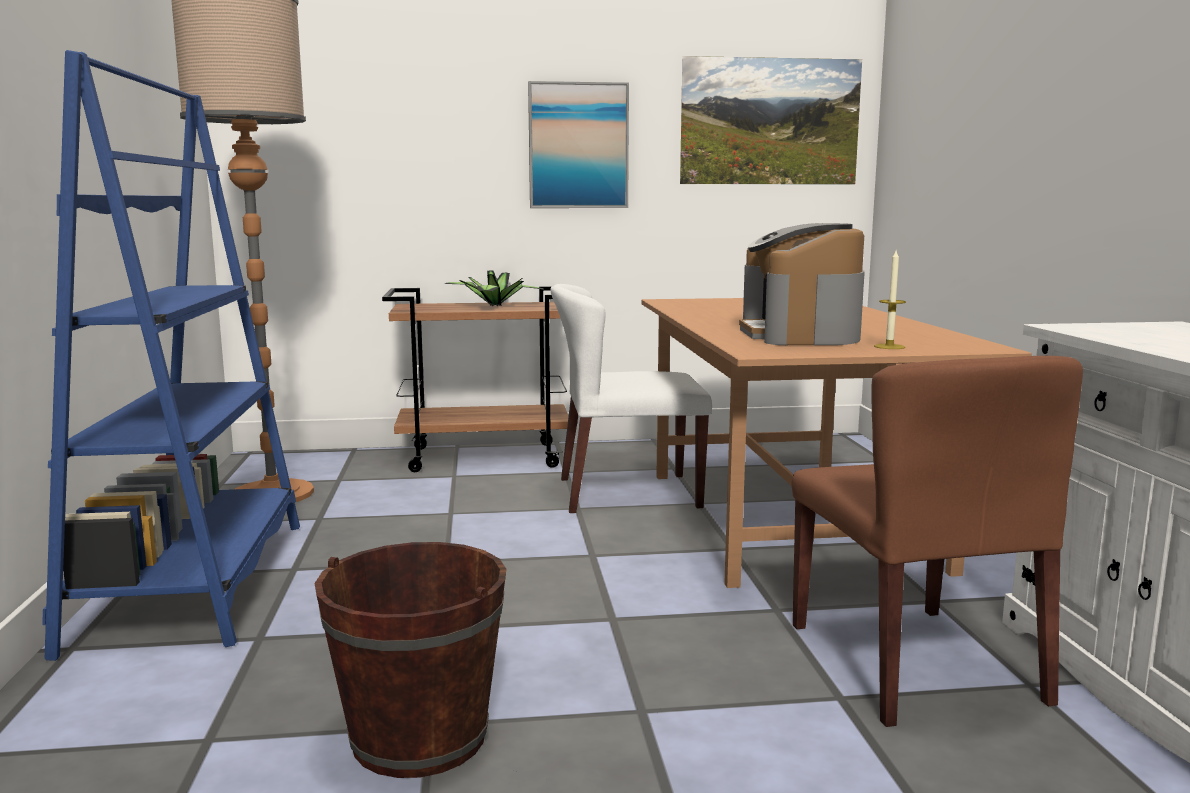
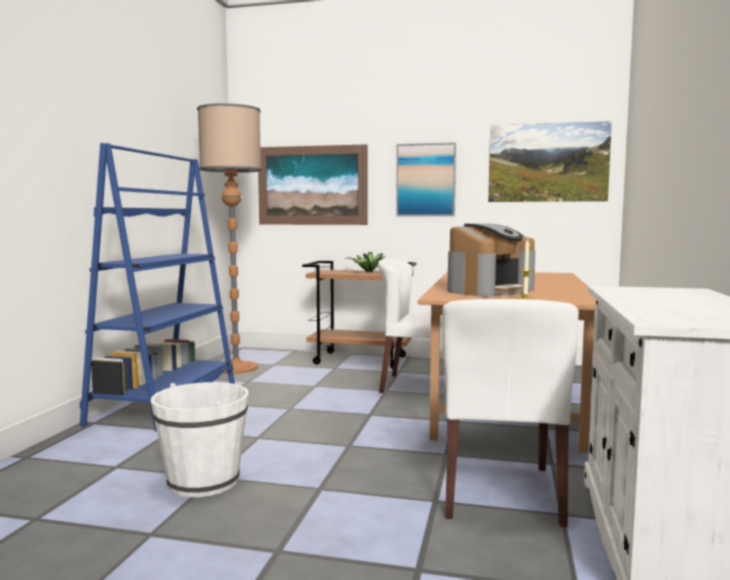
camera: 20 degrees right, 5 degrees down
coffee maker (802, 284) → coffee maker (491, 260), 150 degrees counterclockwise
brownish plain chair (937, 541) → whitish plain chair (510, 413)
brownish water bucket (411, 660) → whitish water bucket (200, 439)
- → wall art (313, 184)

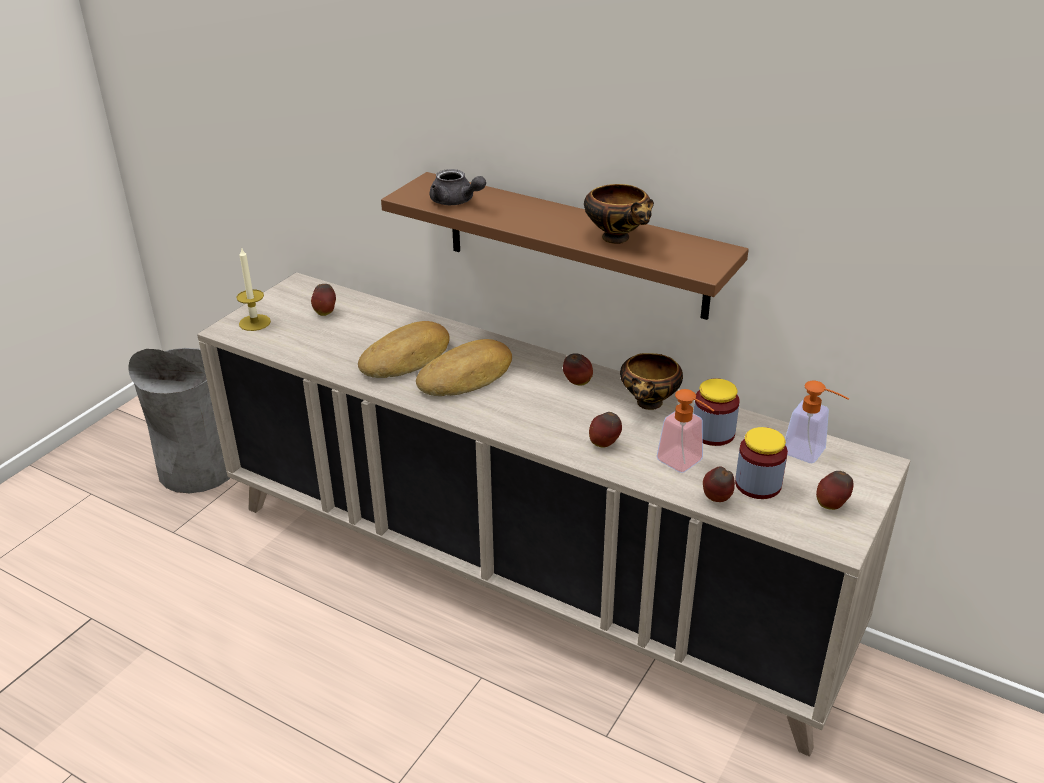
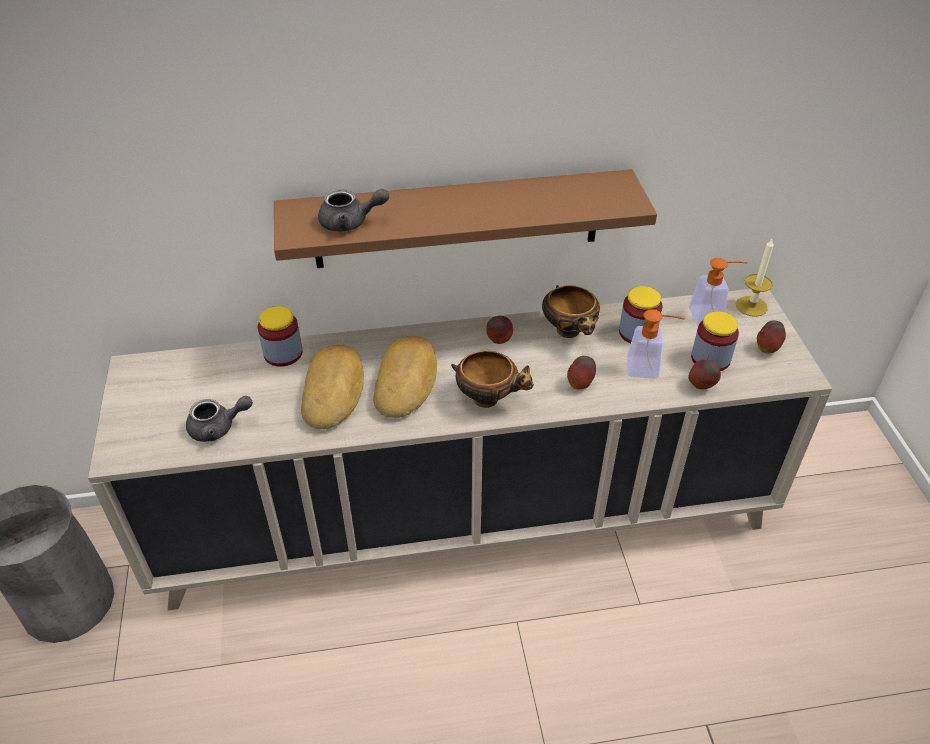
camera: 40 degrees left, 10 degrees up
bowl (619, 214) → bowl (492, 379), relocated
wax candle (254, 289) → wax candle (755, 278), relocated
whole apple (323, 300) → -
- → jar (280, 336)
- → grey pot for tea (219, 419)

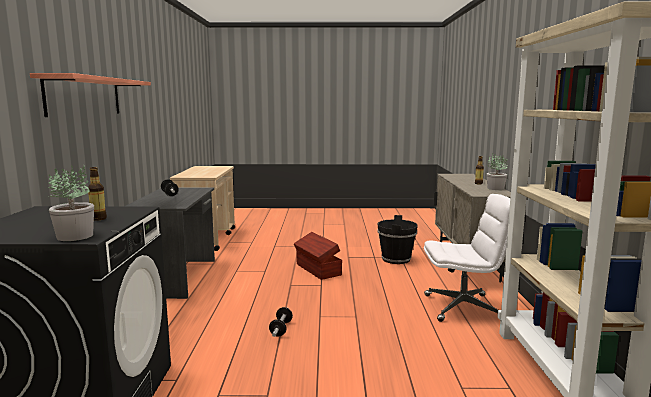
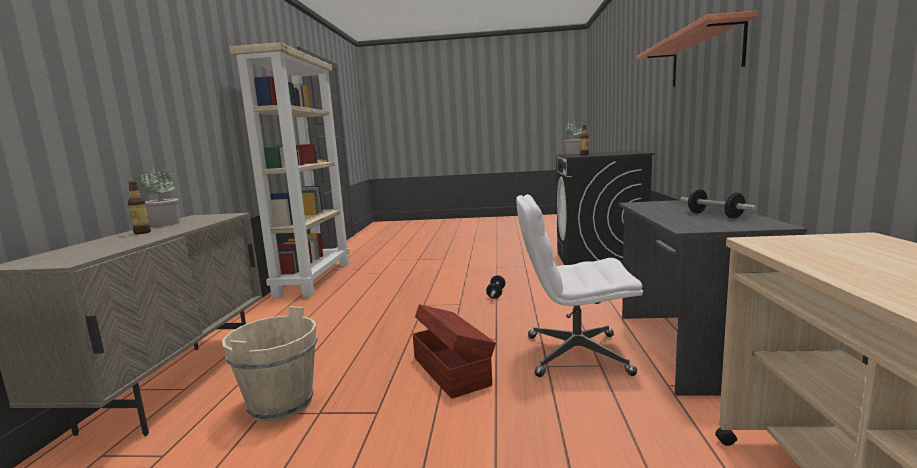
camera: 175 degrees left, 0 degrees up
whitish desk chair (467, 258) → whitish desk chair (579, 285), relocated
blackish water bucket (397, 239) → beige water bucket (269, 364)

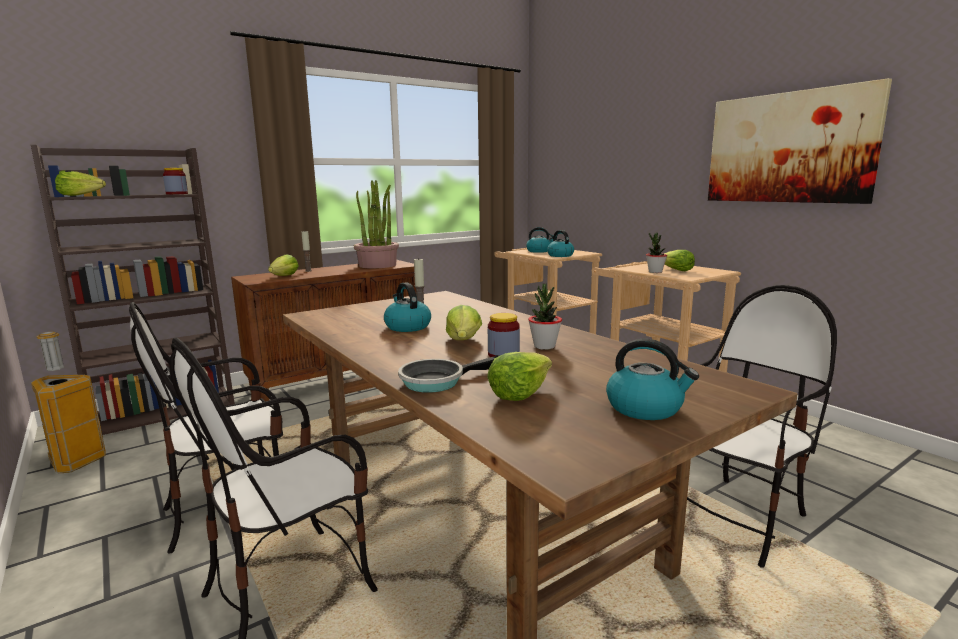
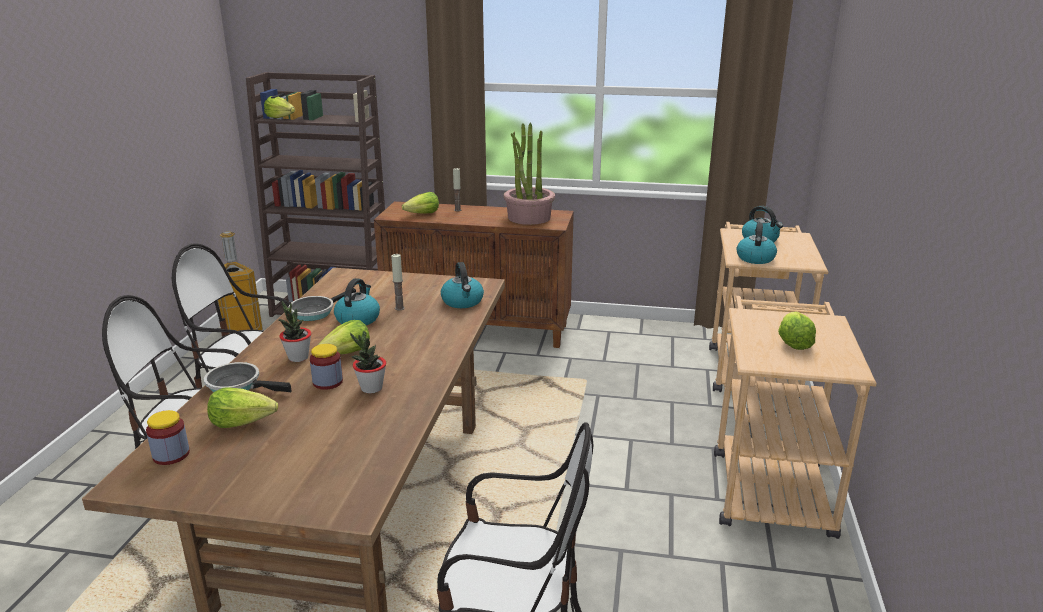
camera: 45 degrees right, 10 degrees up
wall art (800, 141) → -
jar (175, 181) → jar (168, 437), relocated
potted plant (656, 253) → potted plant (295, 331), relocated
water kettle (652, 379) → water kettle (462, 285), relocated
- → pan (322, 304)

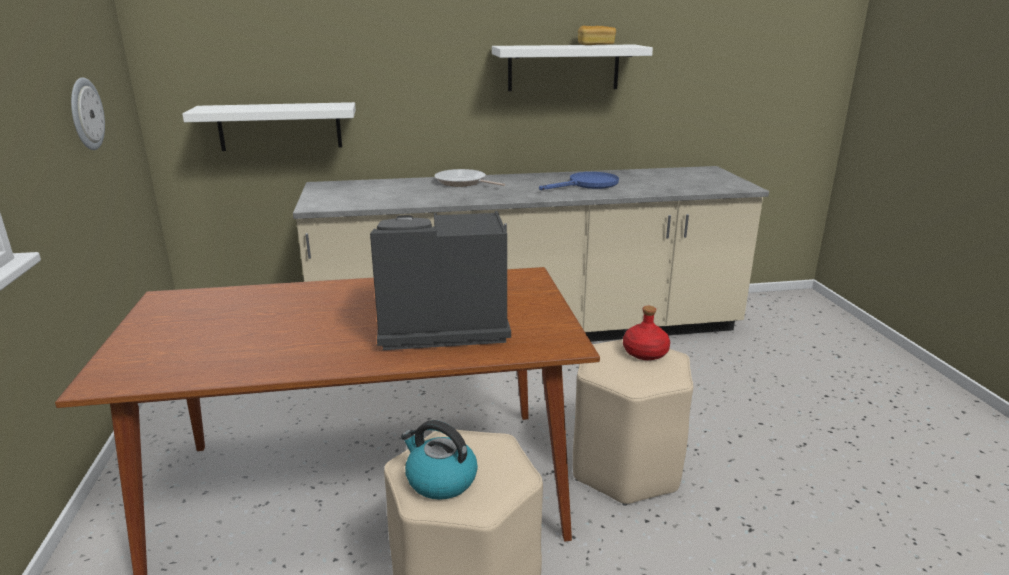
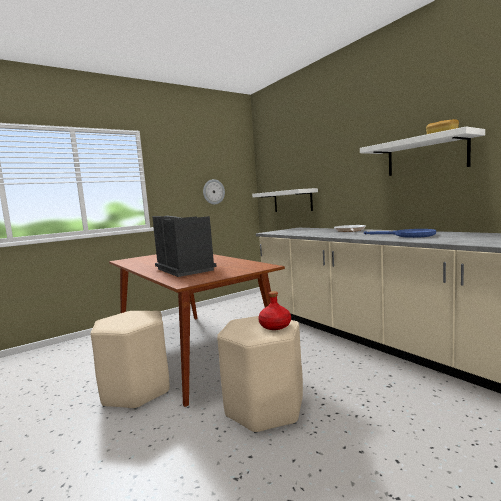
camera: 65 degrees right, 15 degrees down
water kettle (439, 460) → -

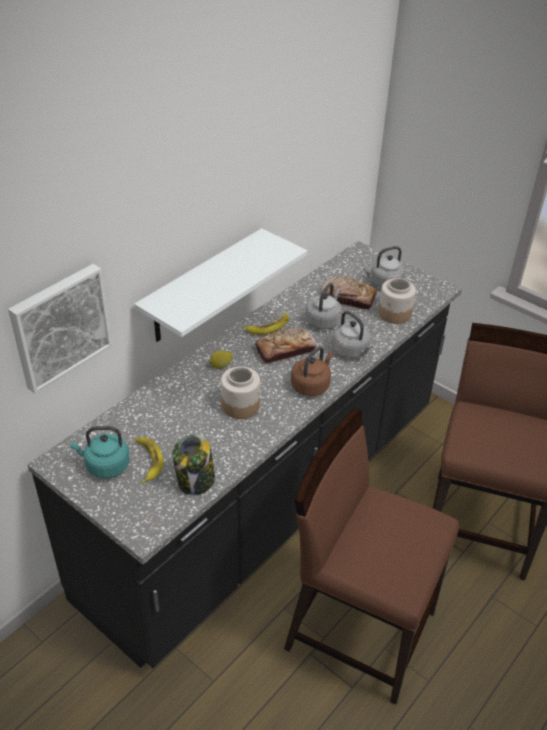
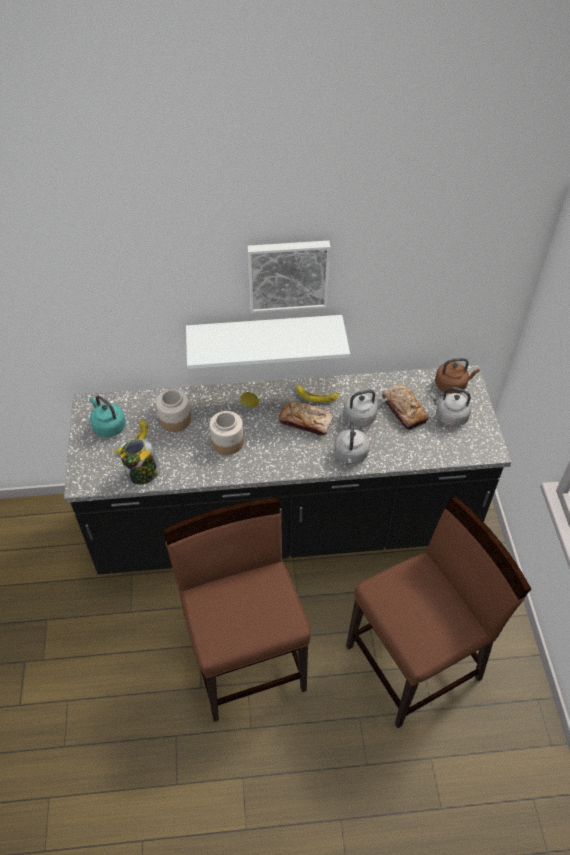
camera: 45 degrees right, 10 degrees up
wall art (60, 329) → wall art (289, 276), relocated
jar (397, 301) → jar (173, 410), relocated
brownish water kettle (312, 371) → brownish water kettle (457, 376), relocated

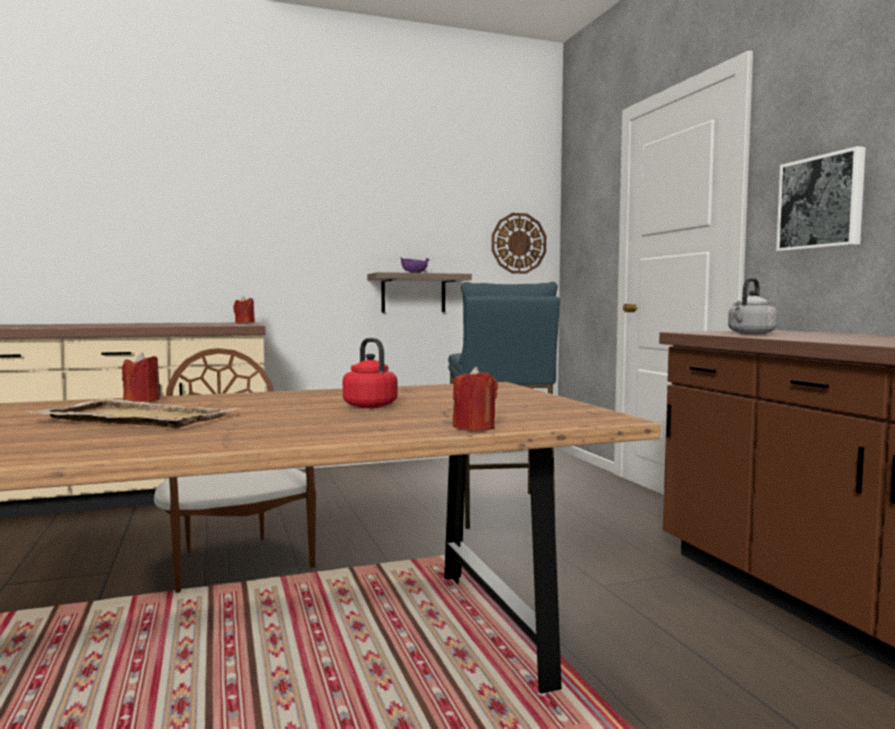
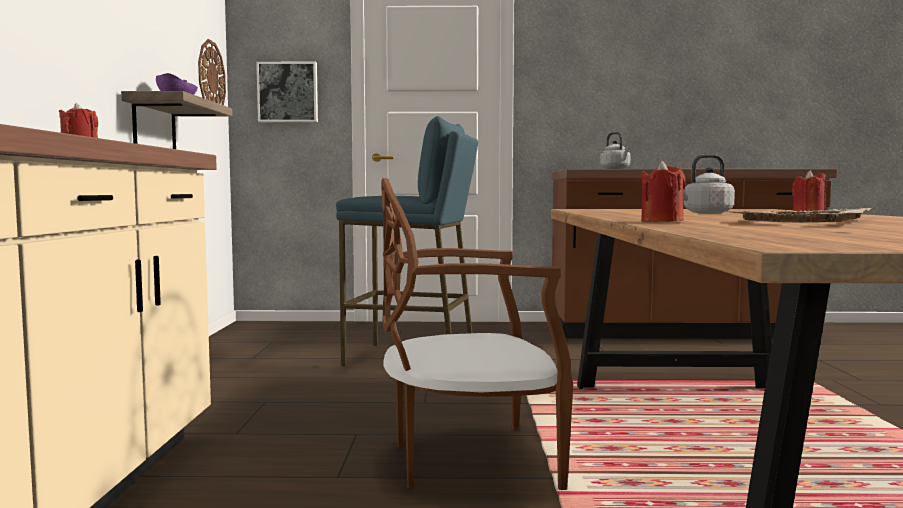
camera: 70 degrees left, 0 degrees up
wall art (821, 199) → wall art (287, 92), relocated
red water kettle (370, 373) → grey water kettle (709, 184)

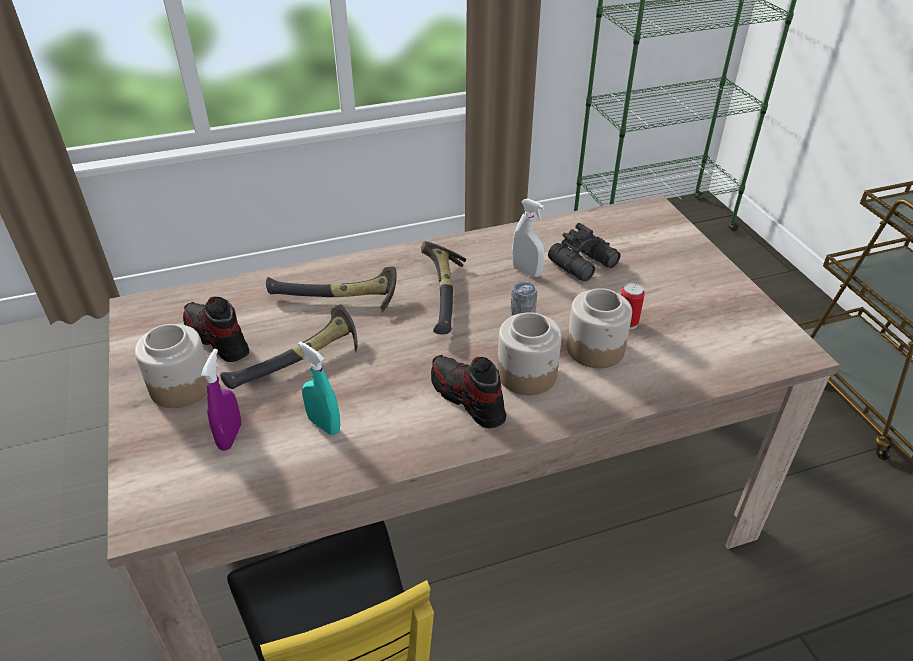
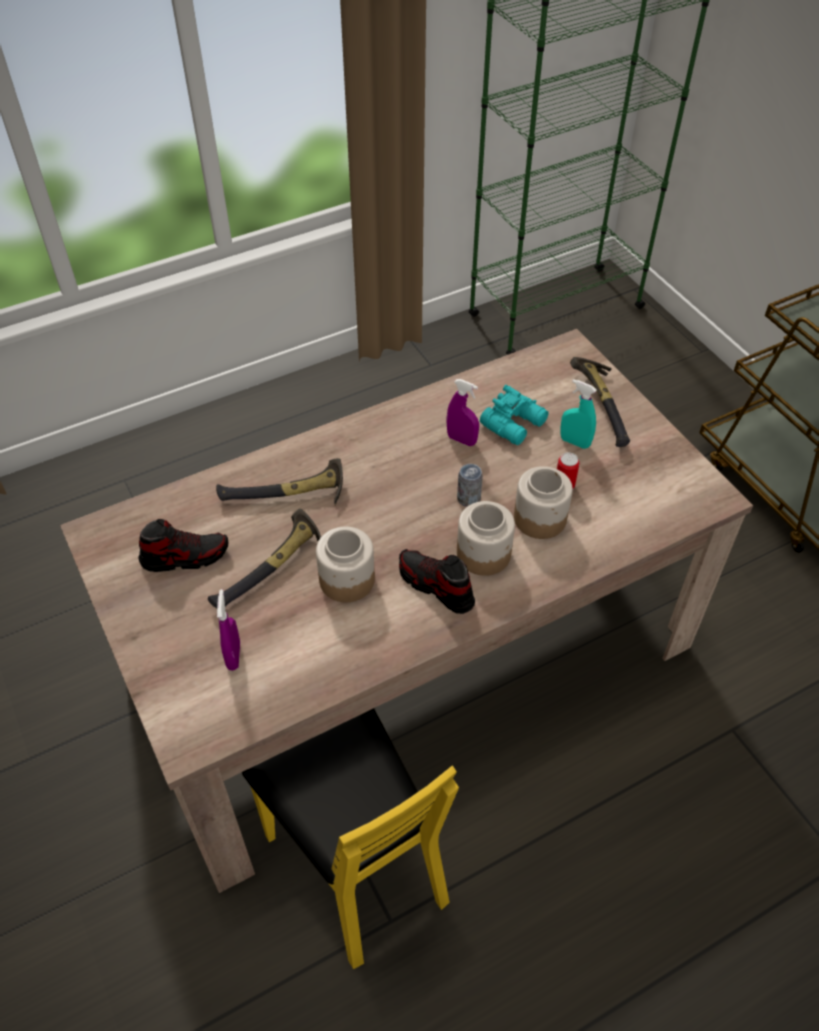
camera: 10 degrees left, 10 degrees up
whitish hand sprayer (528, 237) → purplish hand sprayer (462, 412)
blackish pair of binoculars (584, 252) → turquoise-coloured pair of binoculars (514, 415)
hand hammer (444, 288) → hand hammer (600, 402), relocated
low shoe (216, 329) → low shoe (183, 545), 135 degrees clockwise
jar (171, 366) → jar (345, 564), relocated
turquoise-coloured hand sprayer (319, 388) → turquoise-coloured hand sprayer (578, 414), relocated

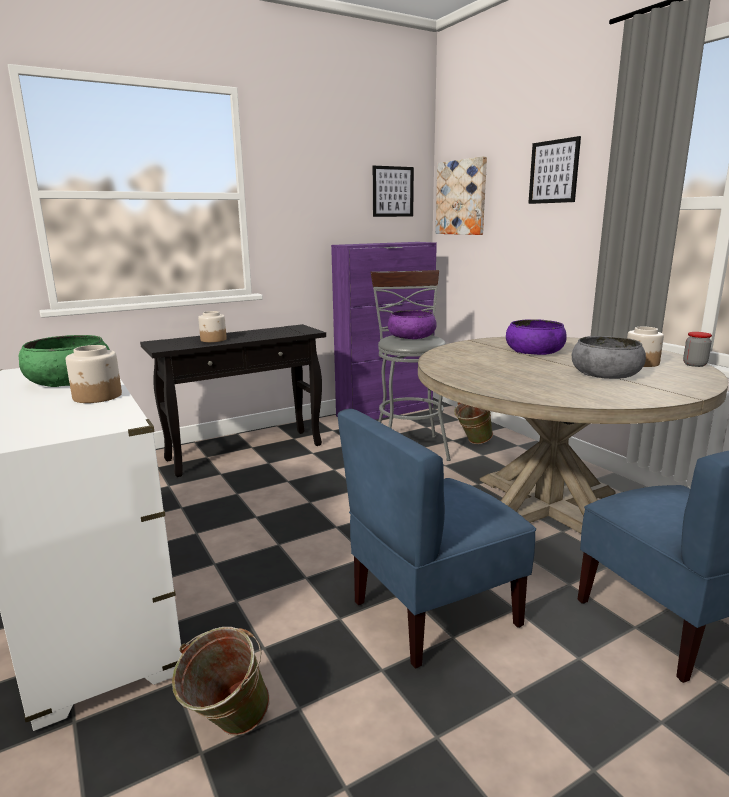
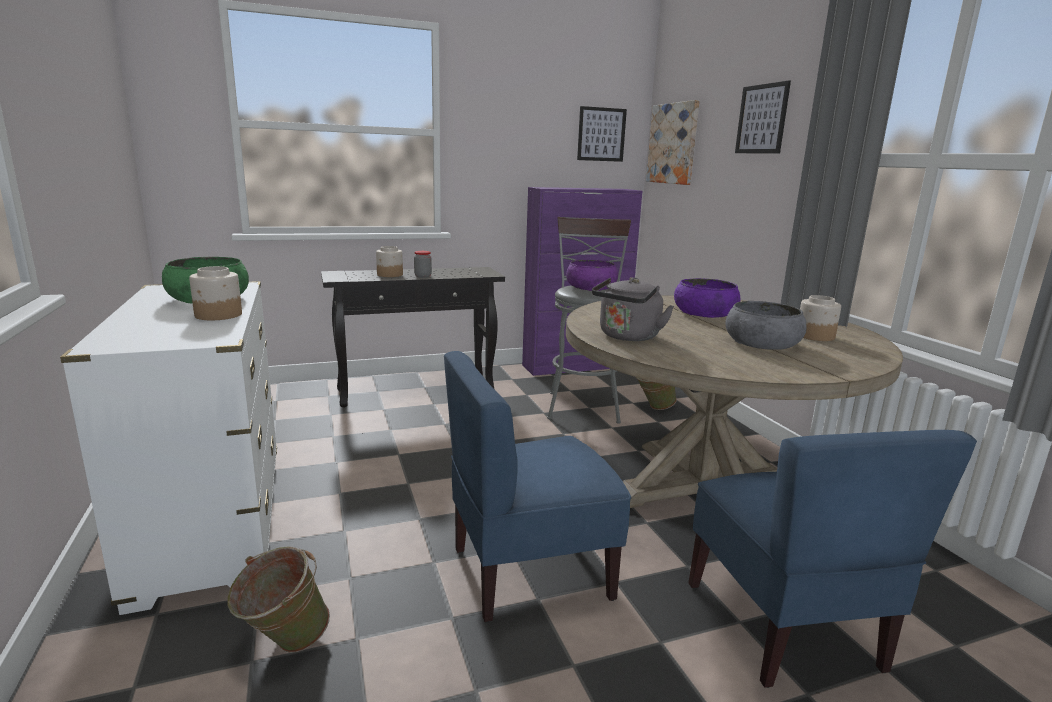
camera: 10 degrees right, 0 degrees up
jar (697, 349) → jar (423, 264), relocated
- → grey water kettle (633, 309)

